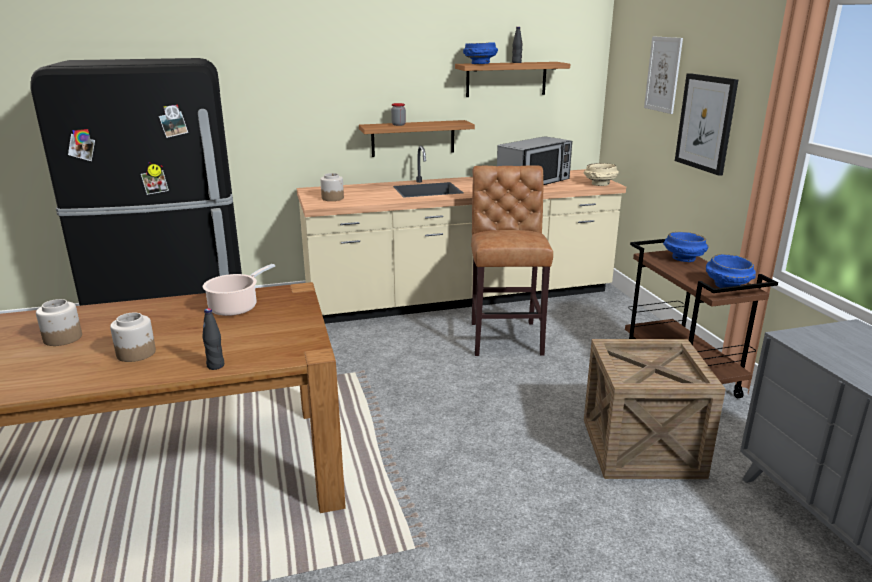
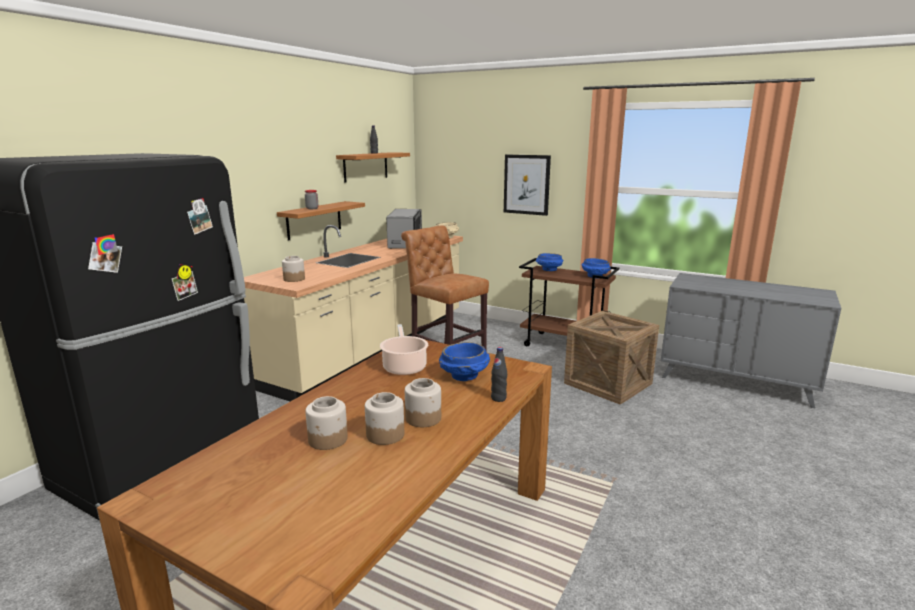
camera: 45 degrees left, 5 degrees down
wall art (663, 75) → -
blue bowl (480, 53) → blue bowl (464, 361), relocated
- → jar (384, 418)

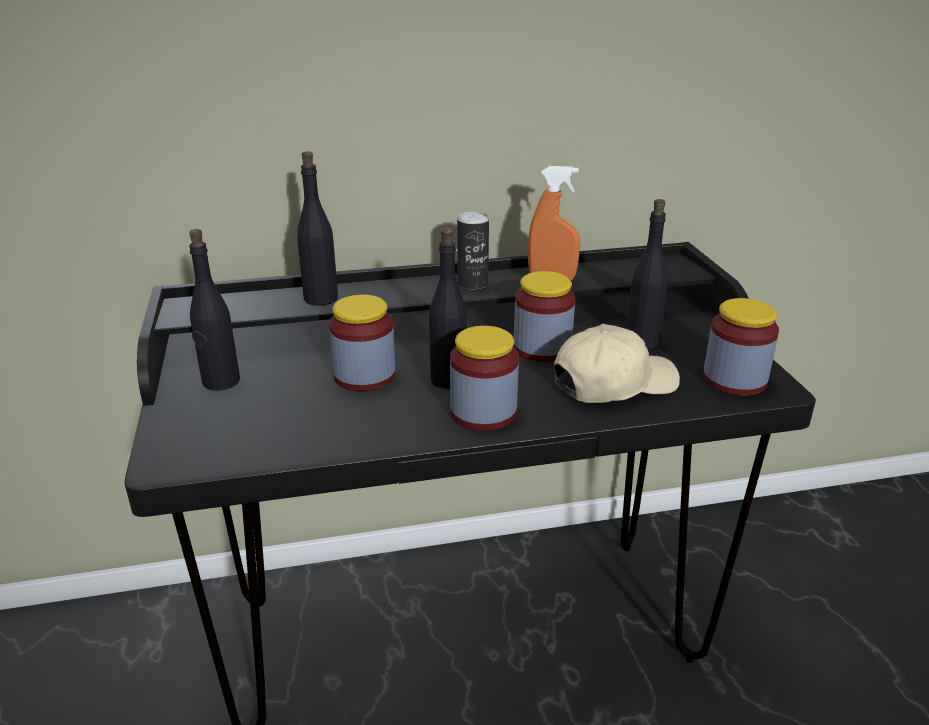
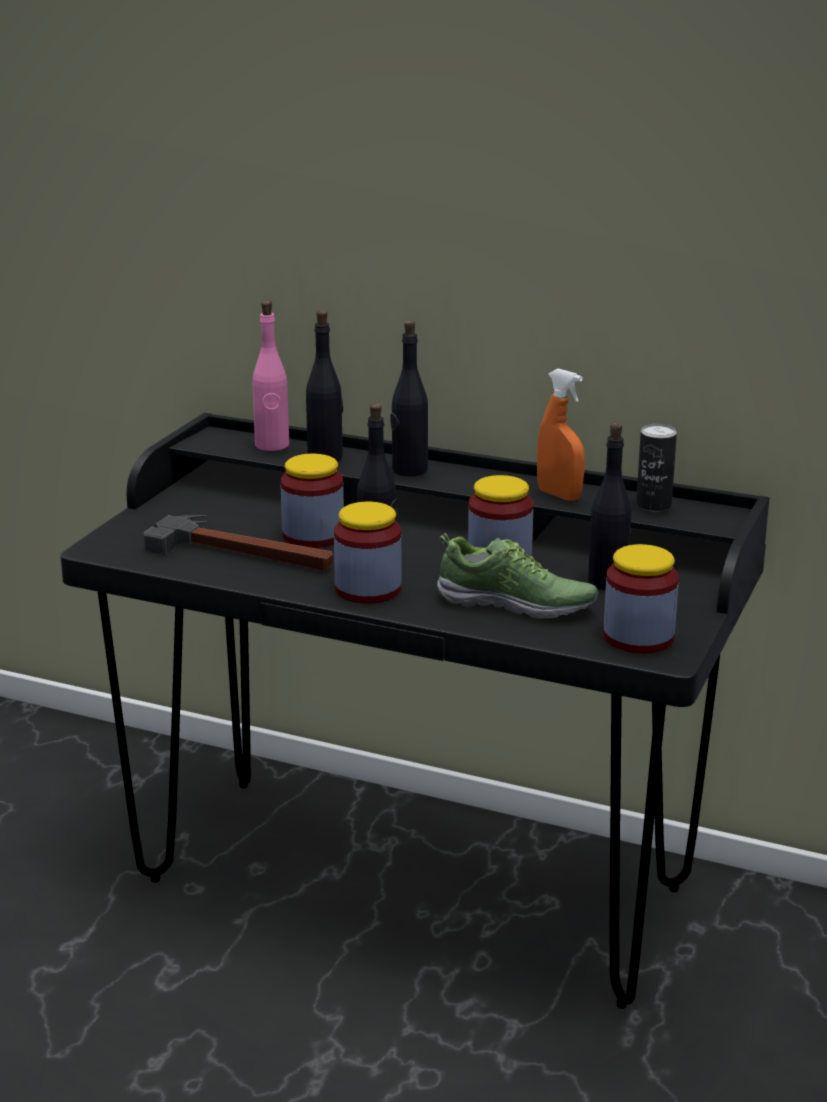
camera: 35 degrees right, 5 degrees down
sealed can (473, 250) → sealed can (656, 468), relocated
blackish bottle (214, 310) → blackish bottle (409, 398), relocated
beige baseball cap (617, 363) → low shoe (517, 576)
- → pinkish bottle (270, 376)
- → hand hammer (238, 543)

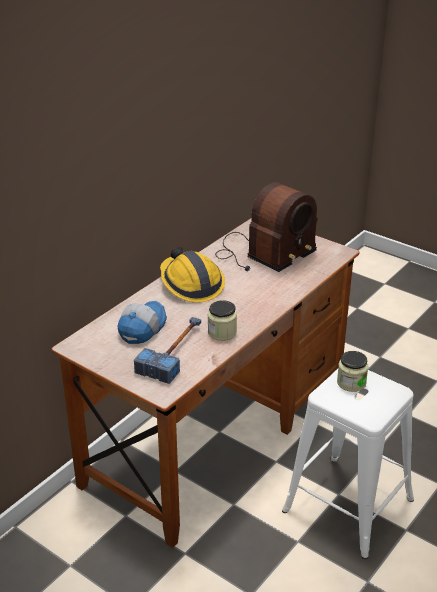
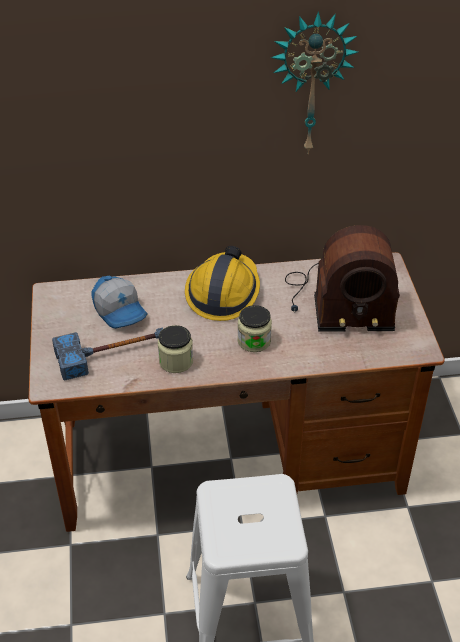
camera: 45 degrees right, 10 degrees up
baseball cap (142, 322) → baseball cap (119, 302), 75 degrees clockwise
jar (352, 371) → jar (255, 328), relocated
- → wall clock (314, 82)

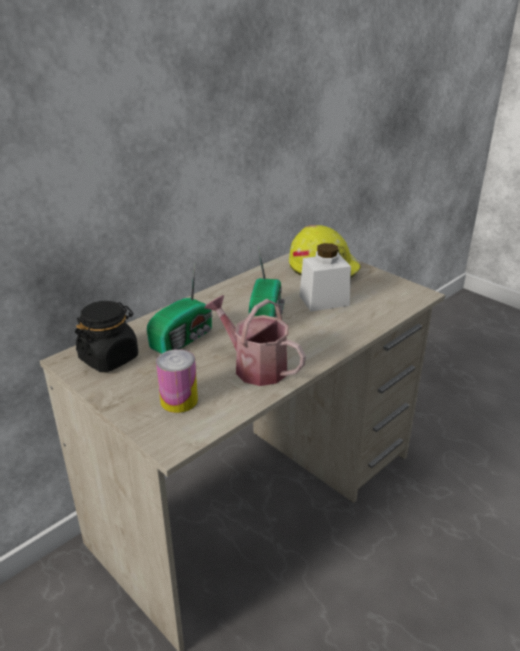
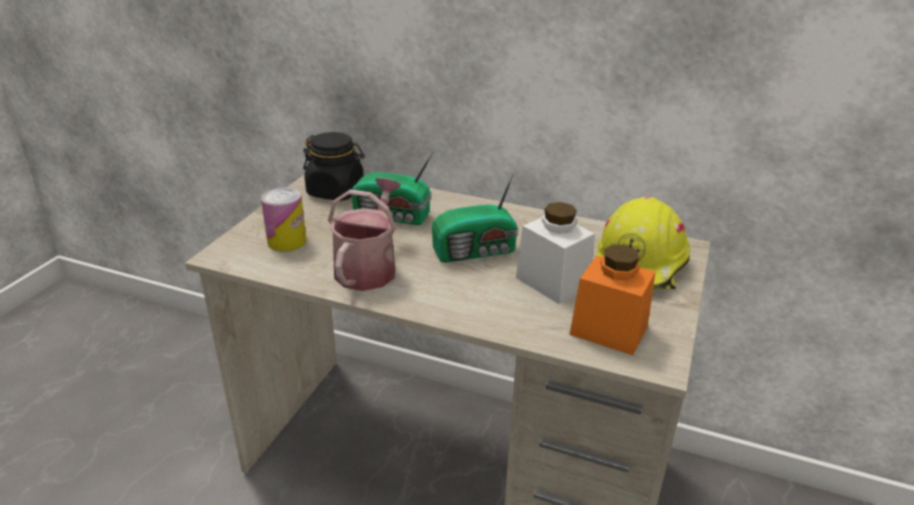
camera: 65 degrees right, 0 degrees up
- → orange-coloured jar (612, 299)

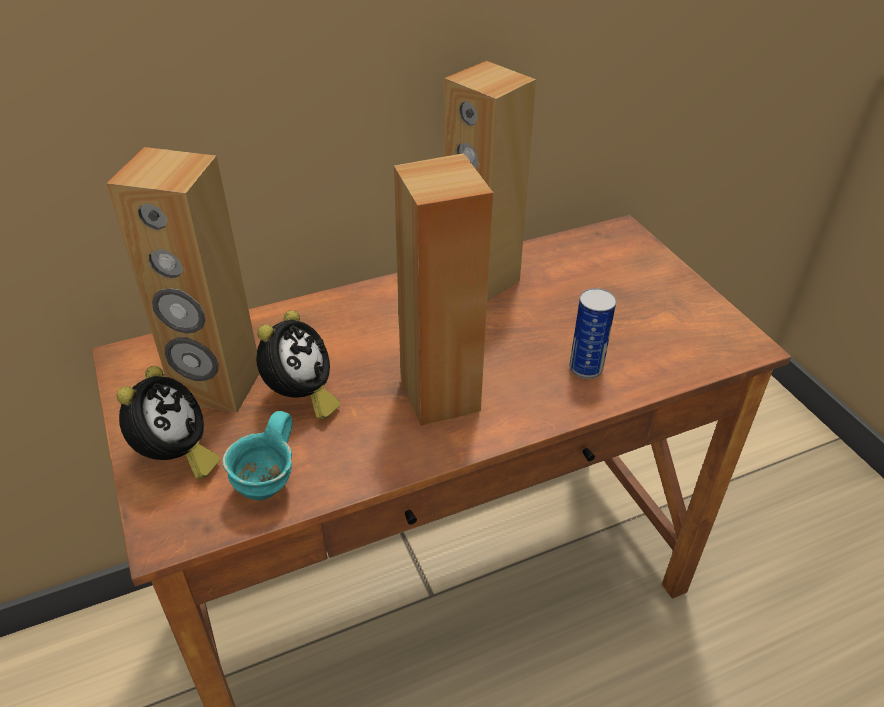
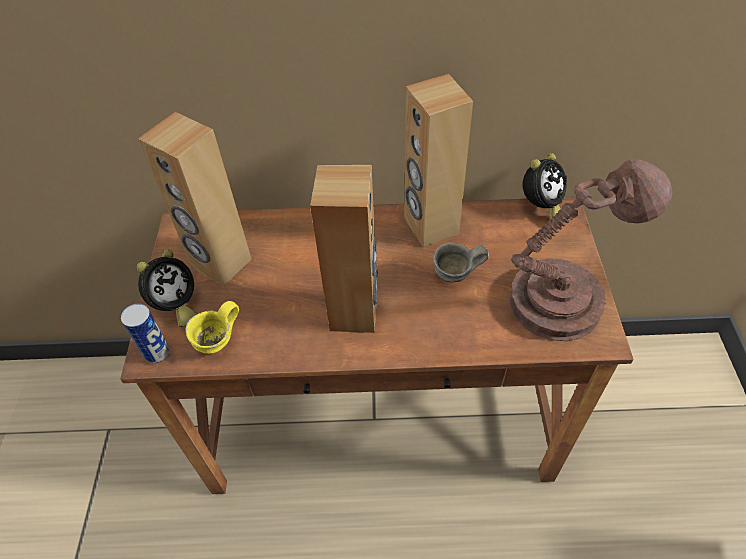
camera: 25 degrees right, 10 degrees up
sealed can (593, 333) → sealed can (145, 333), relocated
alarm clock (298, 365) → alarm clock (545, 186), relocated
turquoise-coloured mug (257, 455) → yellowish mug (212, 327)
- → brownish tabletop lamp (591, 250)
- → grey mug (461, 262)

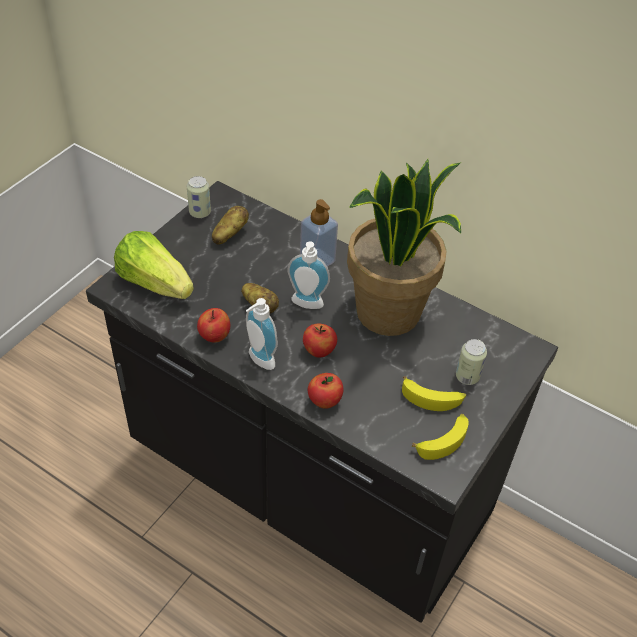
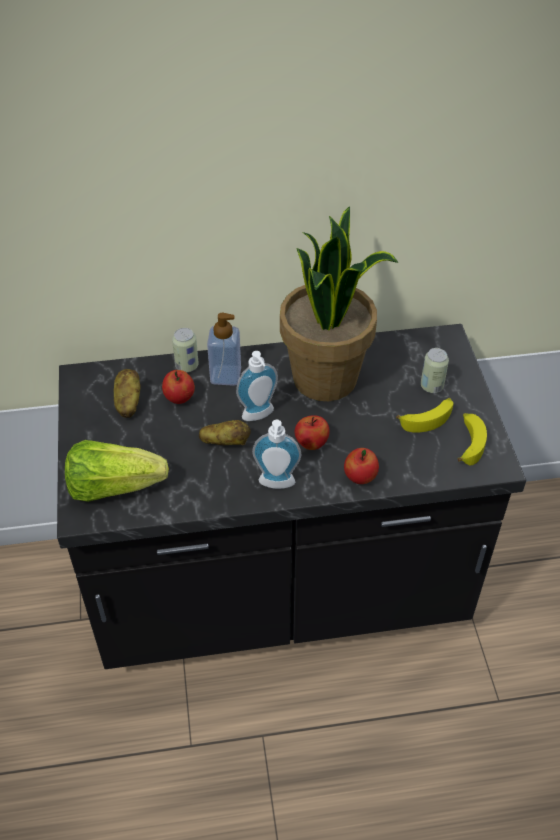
camera: 40 degrees left, 0 degrees up
sealed can (199, 197) → sealed can (185, 350), relocated
whole apple (213, 325) → whole apple (178, 387), relocated

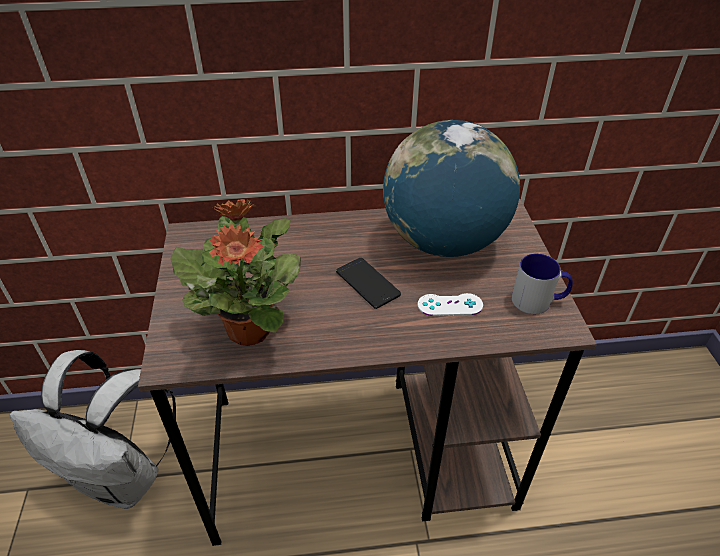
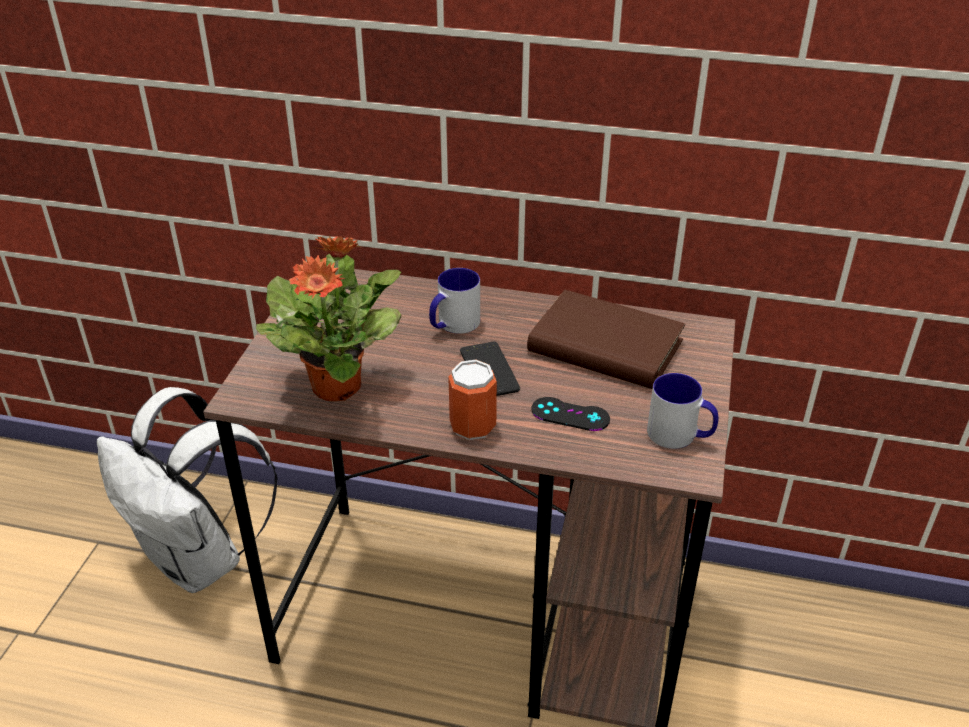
camera: 20 degrees right, 5 degrees down
desk globe (451, 188) → brownish bound book (606, 339)
whitish joypad (450, 304) → blackish joypad (570, 414)
- → mug (454, 301)
- → sealed can (472, 400)

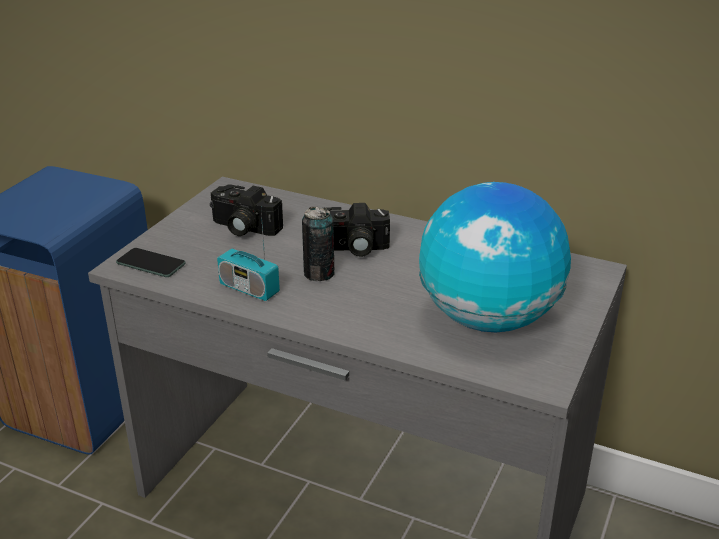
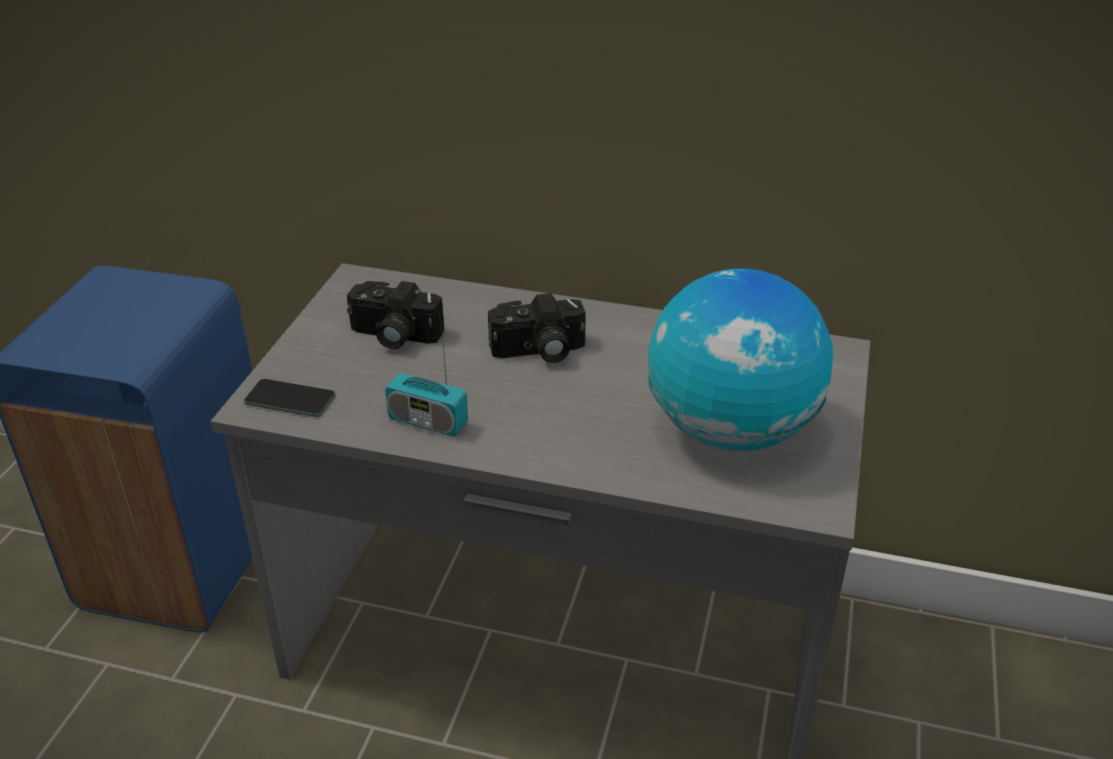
camera: 10 degrees left, 5 degrees up
sealed can (318, 243) → -

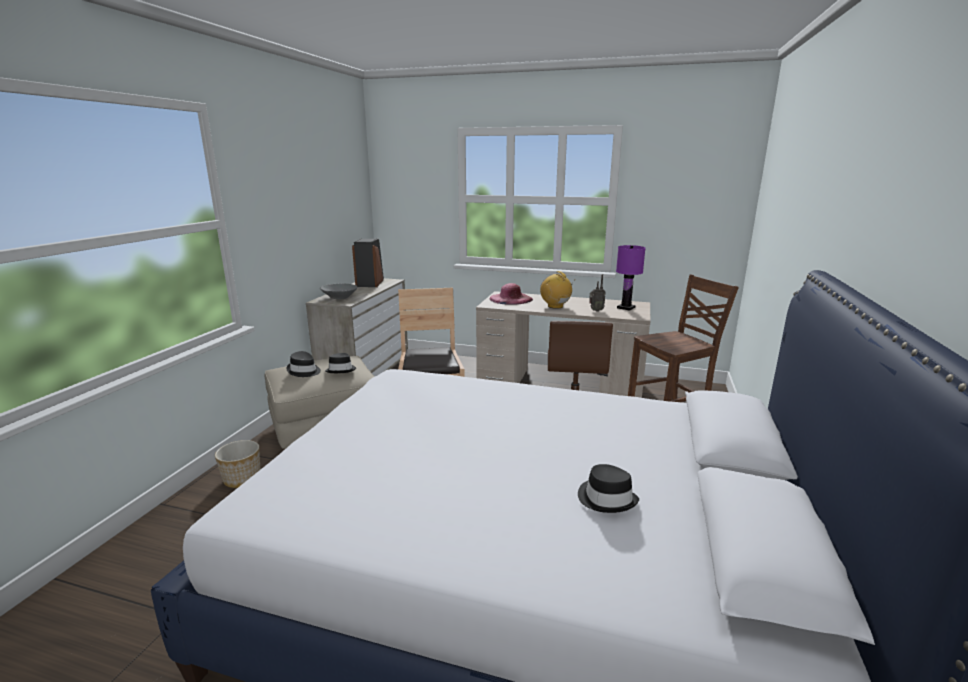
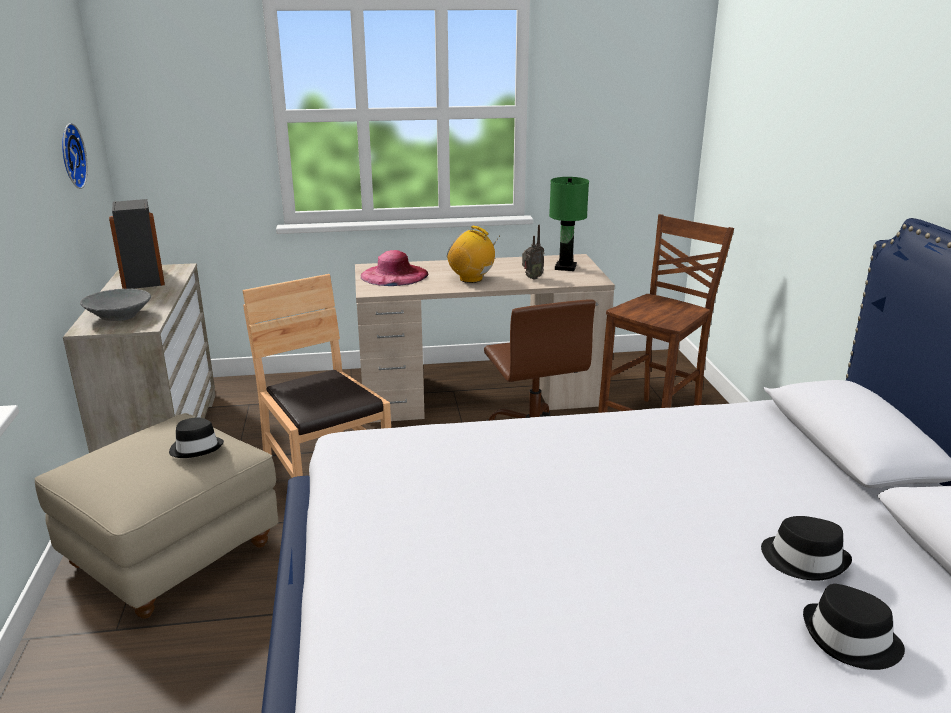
camera: 25 degrees left, 5 degrees up
purplish tabletop lamp (631, 278) → green tabletop lamp (569, 224)
blackish clothing hat (303, 364) → blackish clothing hat (854, 627), relocated
plant pot (238, 464) → -
- → wall clock (75, 156)

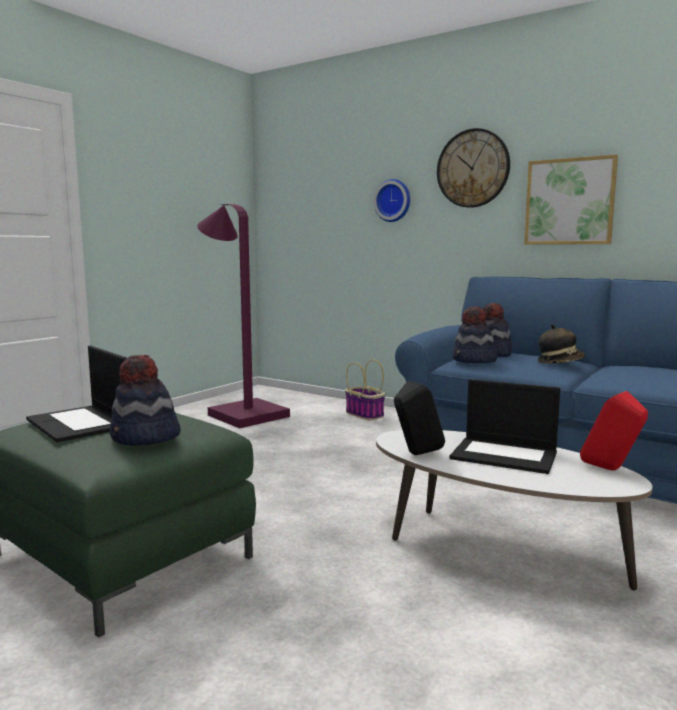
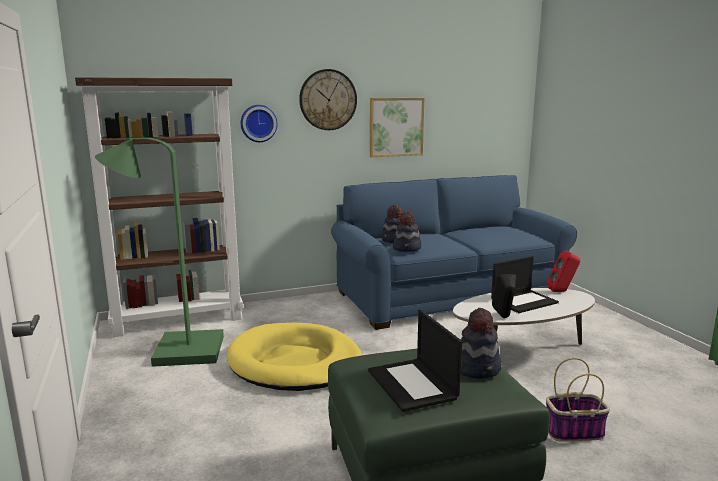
camera: 55 degrees left, 5 degrees up
purplish floor lamp (243, 316) → green floor lamp (159, 252)
clothing hat (561, 344) → -
portable computer (76, 394) → portable computer (415, 361), 75 degrees clockwise
storage basket (365, 390) → storage basket (578, 400), relocated
- → brownish bookshelf (159, 207)
- → yellowish dog bed (294, 357)

